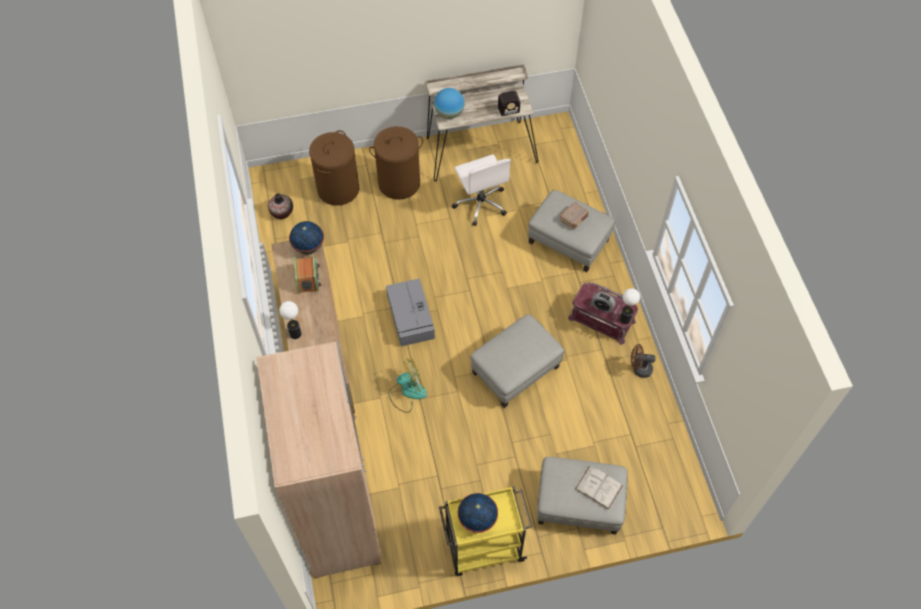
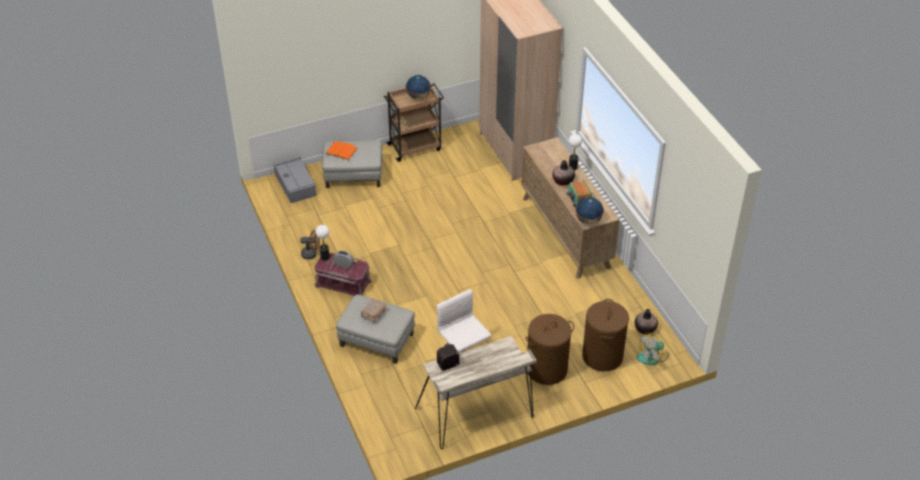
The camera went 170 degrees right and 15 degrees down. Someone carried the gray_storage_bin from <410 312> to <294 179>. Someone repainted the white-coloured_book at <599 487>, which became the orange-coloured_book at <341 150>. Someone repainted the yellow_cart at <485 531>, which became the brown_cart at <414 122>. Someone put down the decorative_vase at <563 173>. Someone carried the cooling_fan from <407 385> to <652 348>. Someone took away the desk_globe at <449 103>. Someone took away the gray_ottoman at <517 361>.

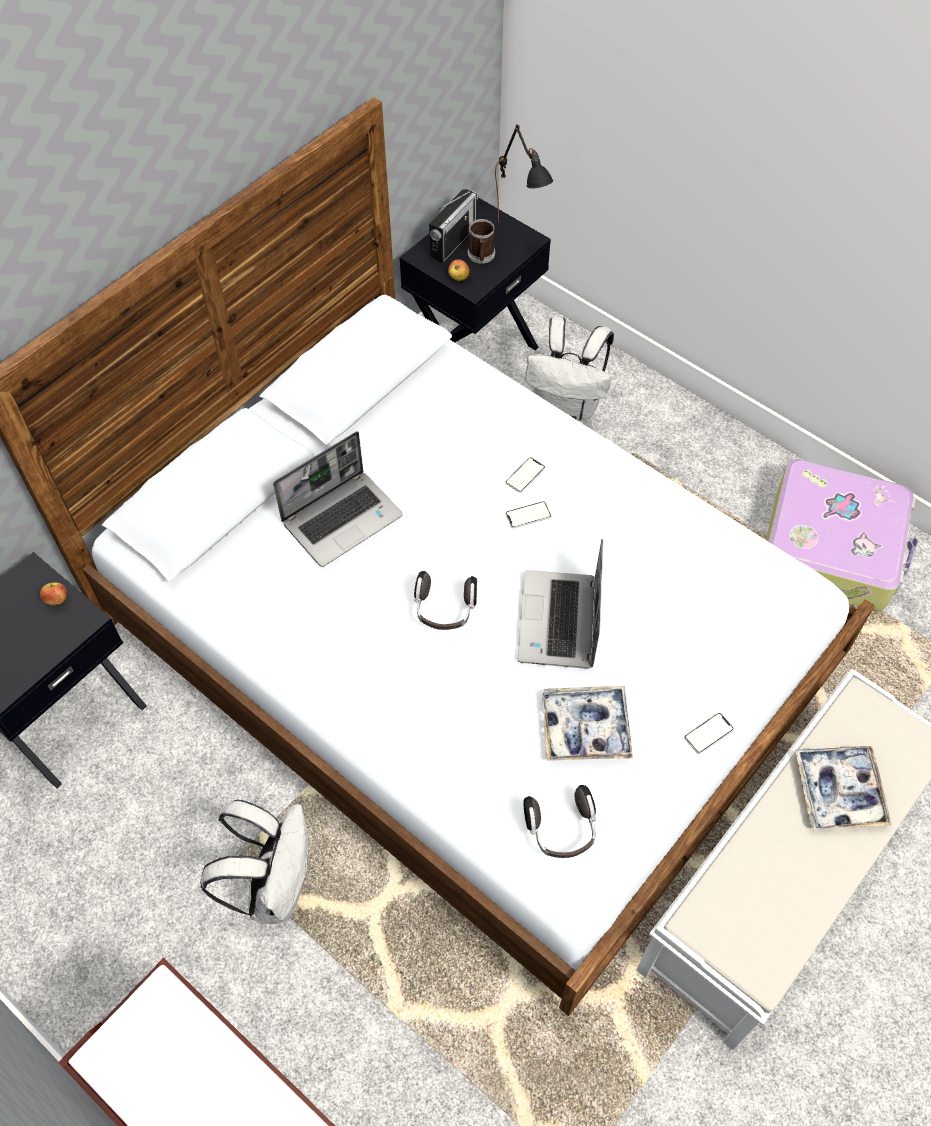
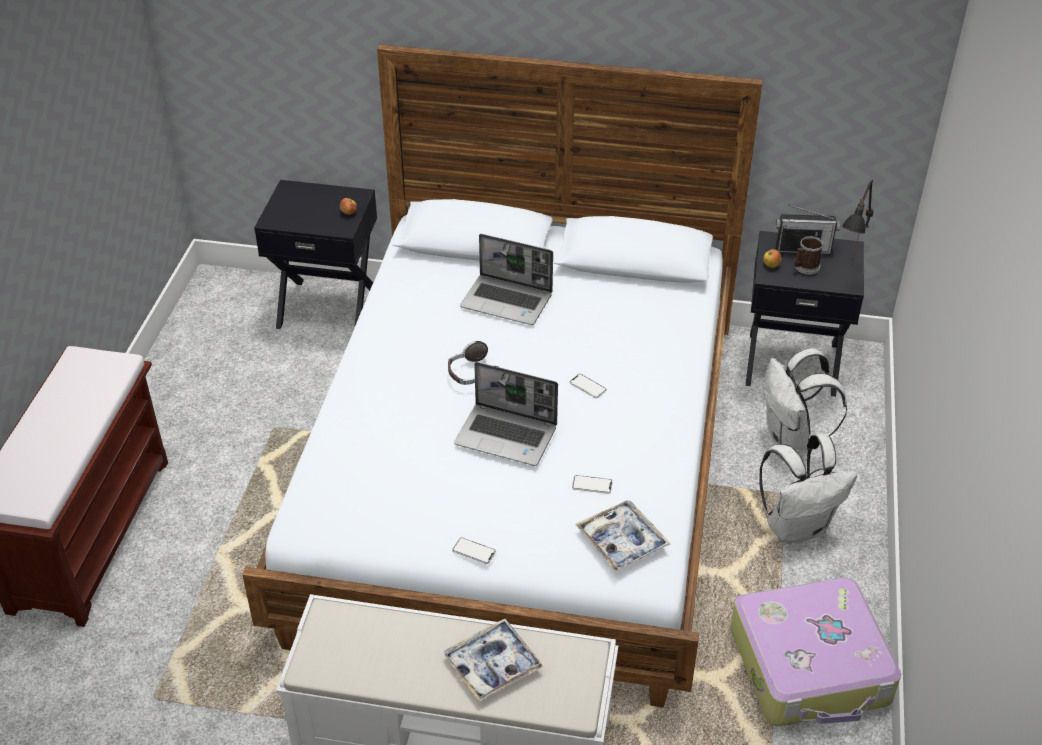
The camera went 60 degrees right and 15 degrees down. Someone rotated the laptop at <560 604> by 135 degrees counterclockwise. Someone carried the telephone from <525 474> to <592 484>. Someone carried the serving_tray from <587 723> to <622 536>. Someone carried the white-coloured_knapsack from <254 862> to <808 489>. Someone took away the pair_of_headphones at <559 821>.

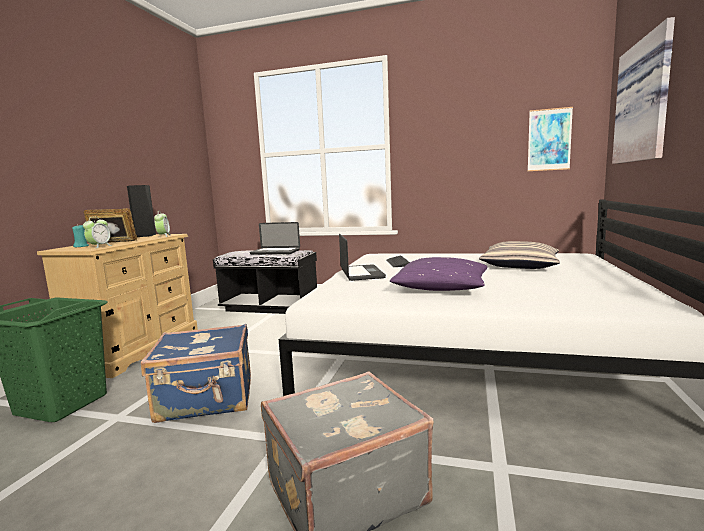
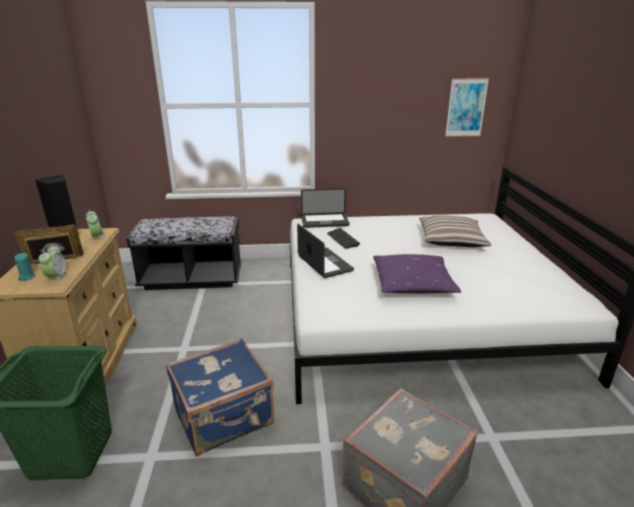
The camera went 20 degrees left and 15 degrees up. Someone carried the laptop from <275 238> to <325 208>. Someone took away the picture at <643 90>.

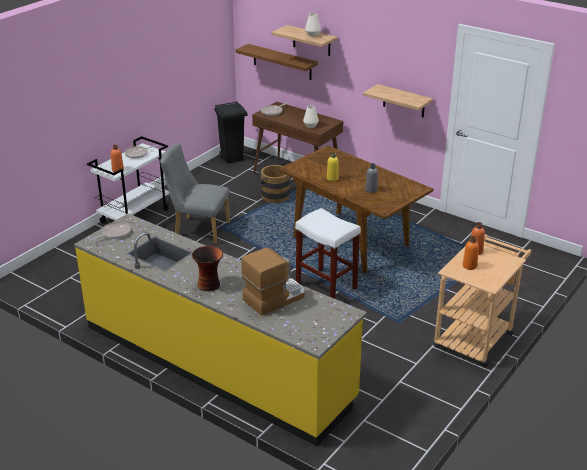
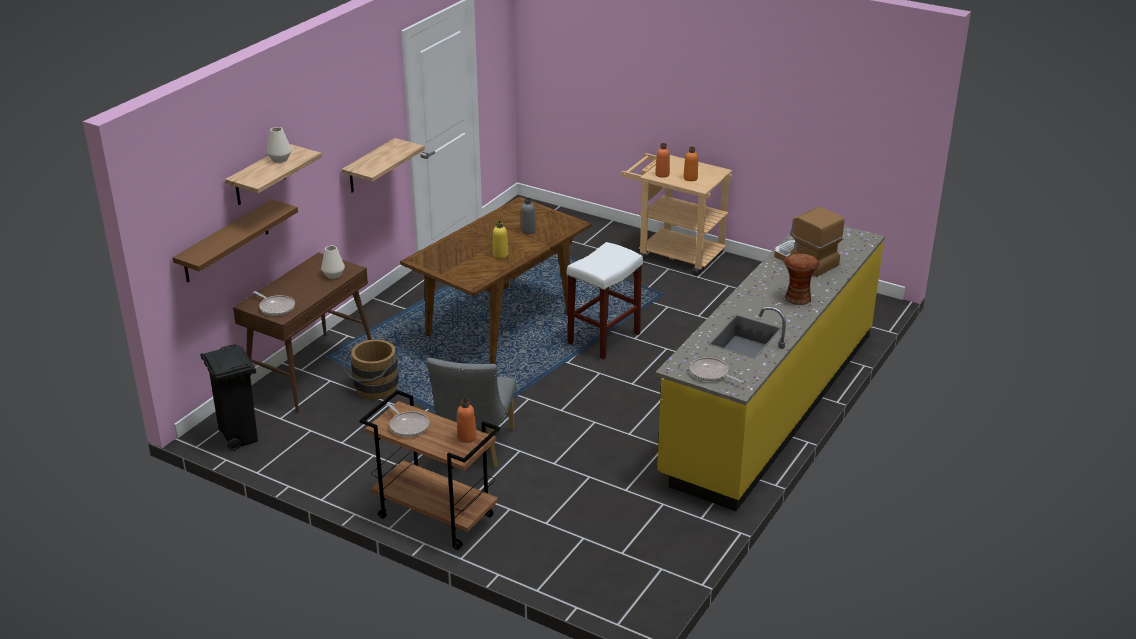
The camera went 95 degrees left and 0 degrees up. Someone repainted the white-coloured_cart at <128 179>, which became the brown_cart at <429 470>.

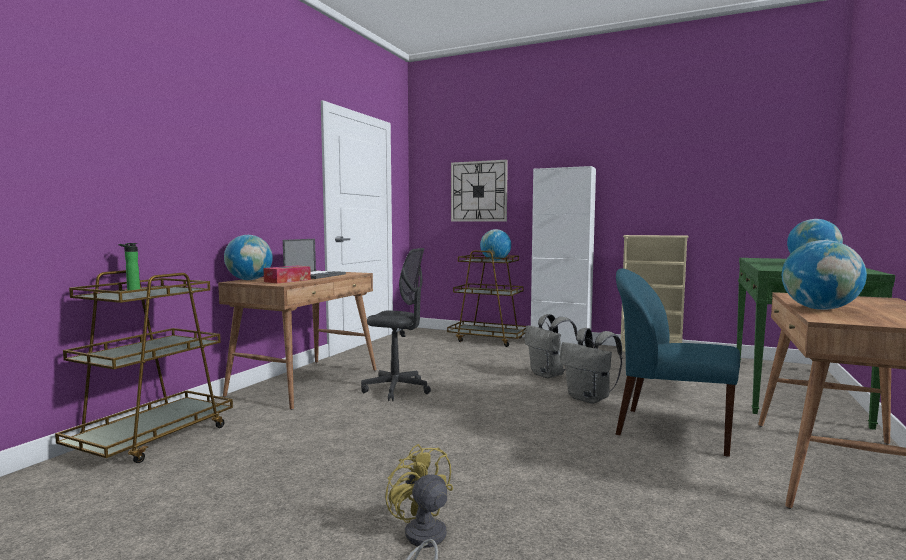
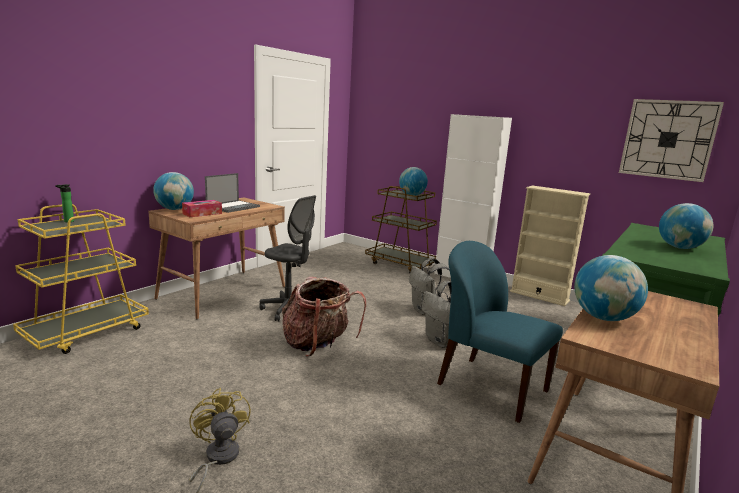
The camera went 10 degrees right and 10 degrees up. Someone repainted the brown_cart at <144 366>, which became the yellow_cart at <81 279>. Someone put down the knapsack at <324 317>. Someone carried the wall_clock from <479 191> to <671 140>.

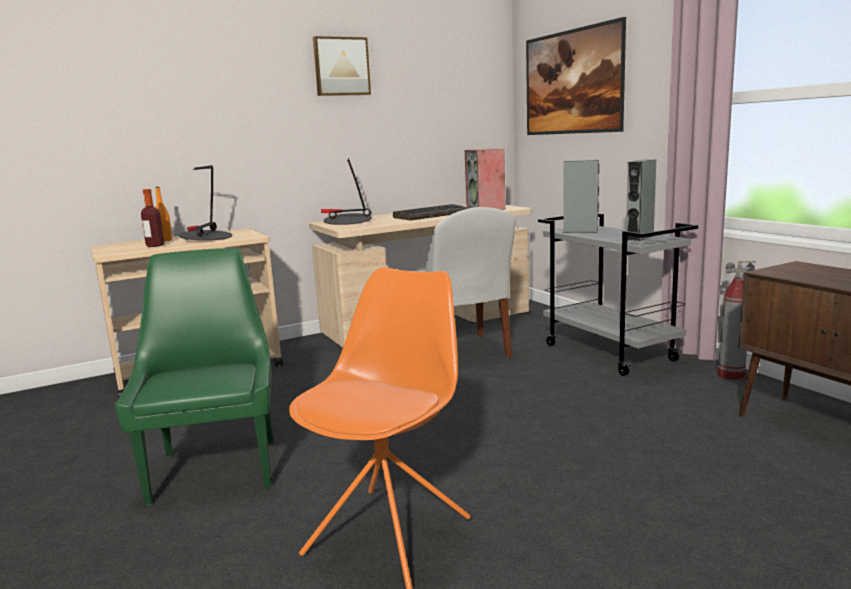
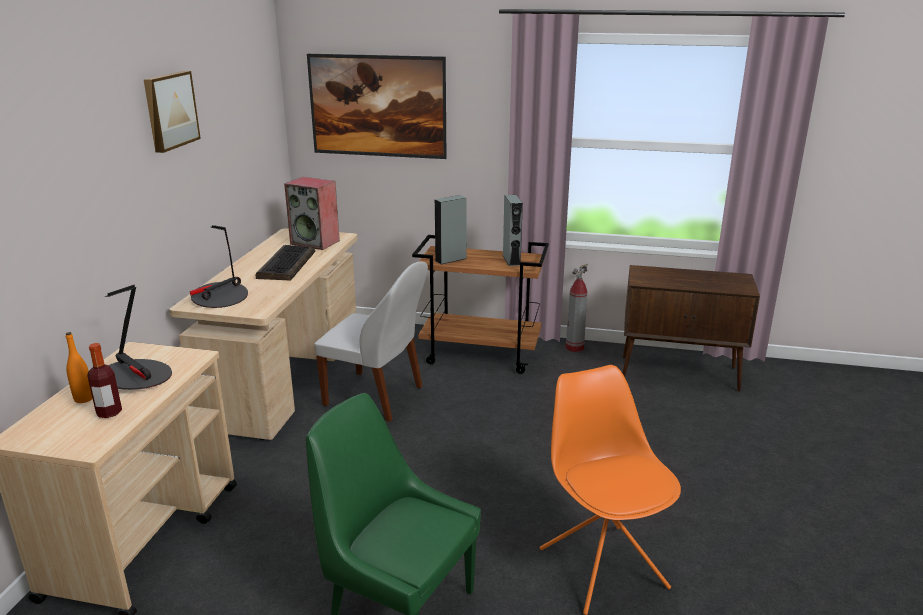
The camera went 50 degrees left and 10 degrees up. Someone repainted the gray_cart at <618 295>, which became the brown_cart at <480 304>.

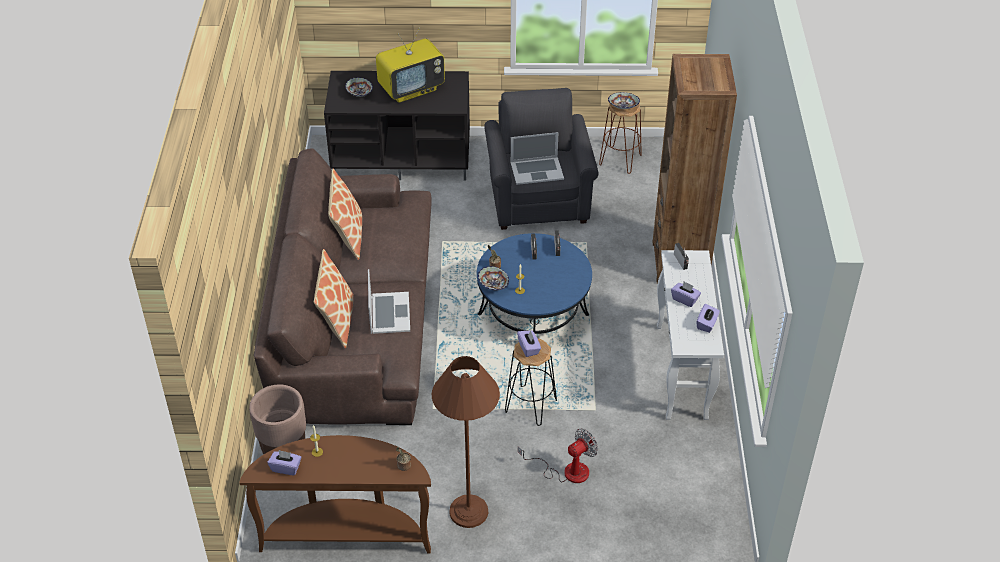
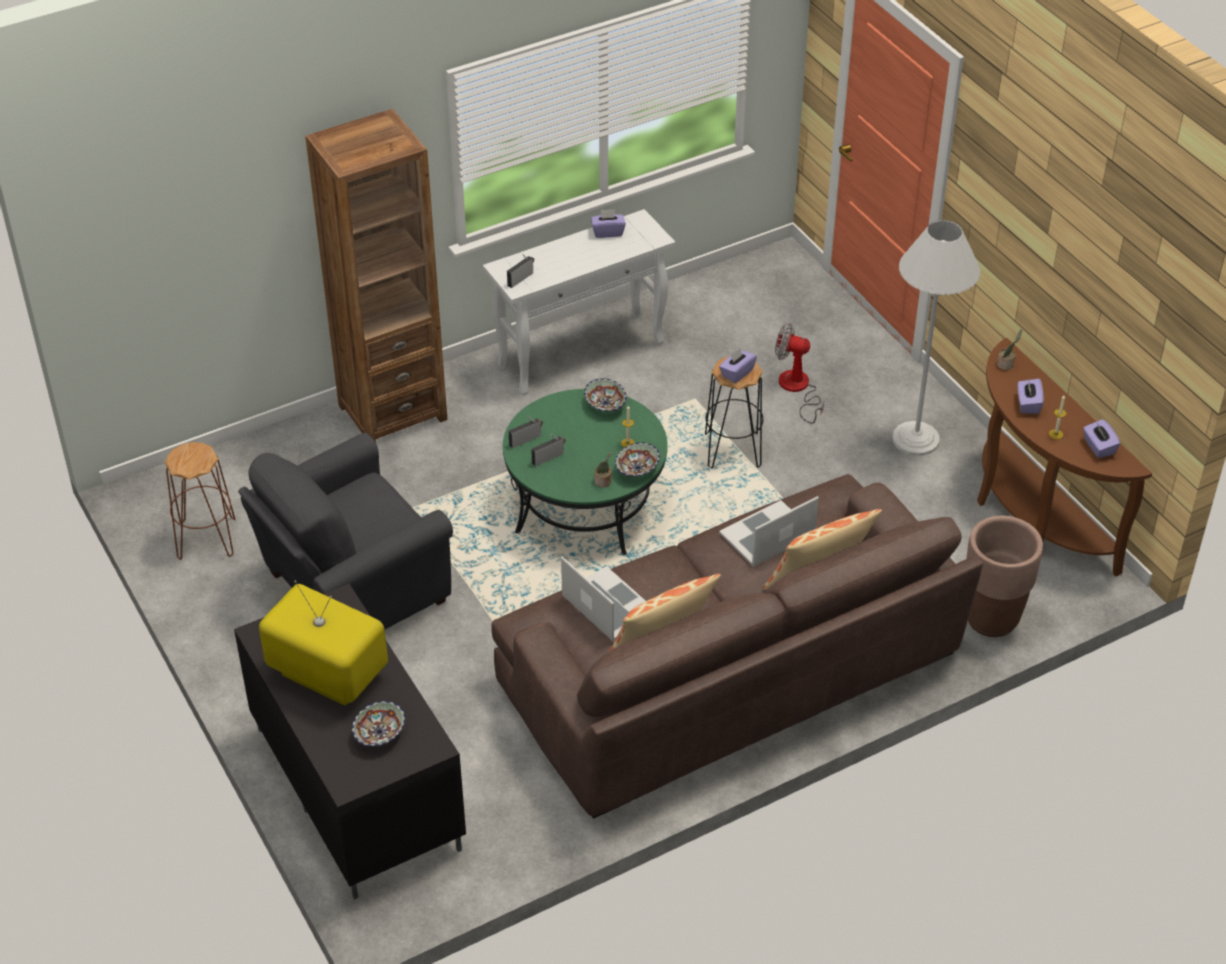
The camera went 120 degrees left and 0 degrees up. Someone repainted the bluish_lounge_table at <534 283>, which became the green_lounge_table at <585 472>. Someone carried the laptop from <537 158> to <603 599>. Someone carried the bowl from <624 100> to <605 395>. Someone repainted the brown_standing_lamp at <465 442>, which became the white-coloured_standing_lamp at <936 338>. Someone carried the purple-coloured_tissue_holder from <686 294> to <1031 396>.

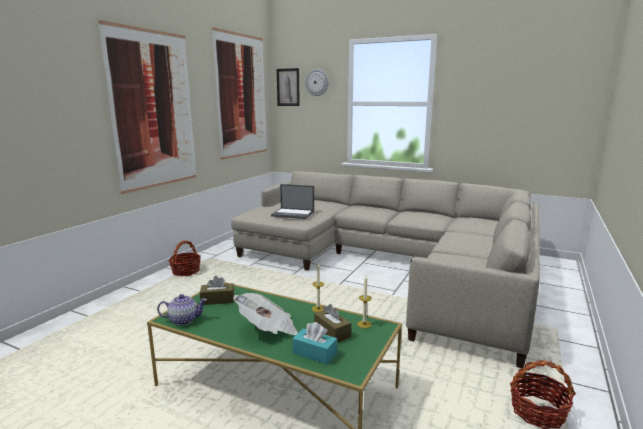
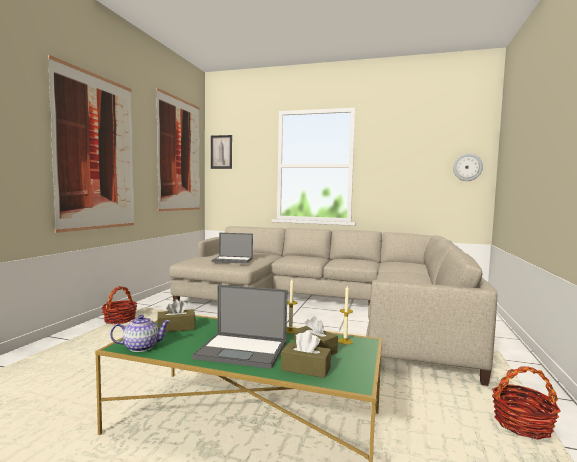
The camera went 10 degrees left and 10 degrees down. Someone swapped the printed_paper at <265 314> for the laptop at <239 327>. Someone repainted the turquoise-coloured_tissue_holder at <314 343>, which became the brown_tissue_holder at <306 354>. Someone carried the wall_clock from <317 82> to <468 167>.

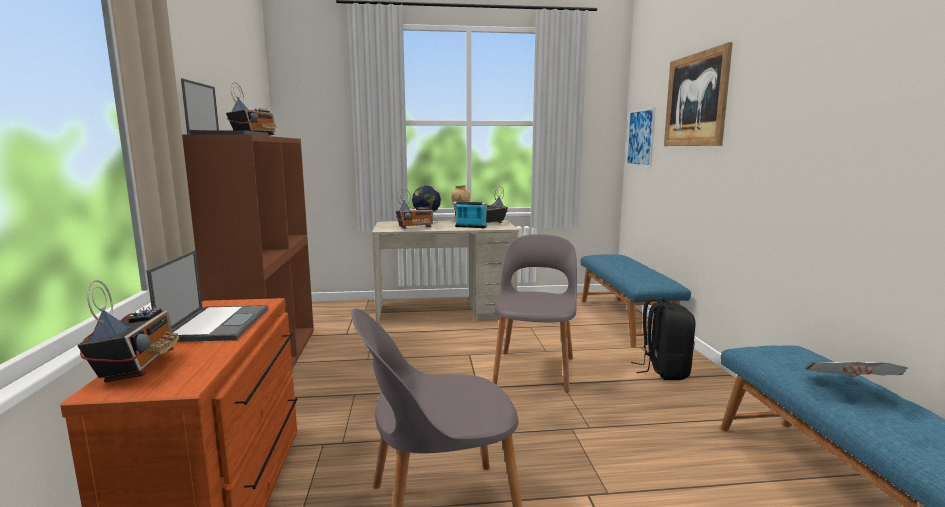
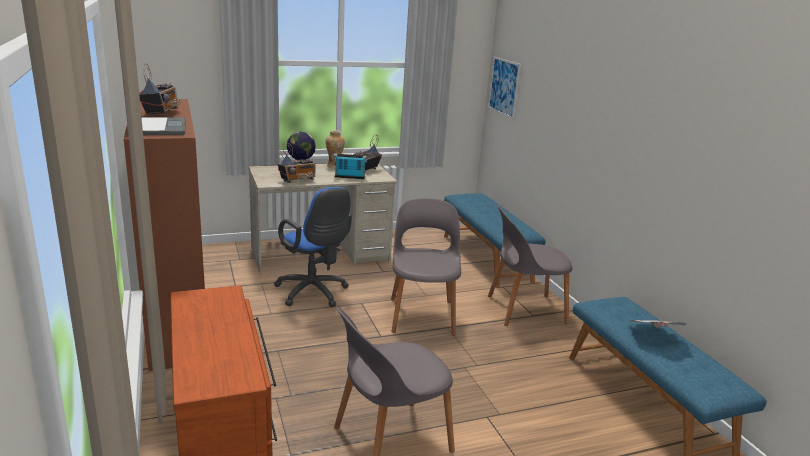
The camera went 15 degrees left and 10 degrees up. Someone put down the bluish_computer_chair at <313 247>. Someone swapped the black-coloured_knapsack at <663 339> for the gray_plain_chair at <530 265>. Someone took away the radio_set at <128 331>. Someone took away the laptop at <207 296>. Someone took away the picture at <698 94>.

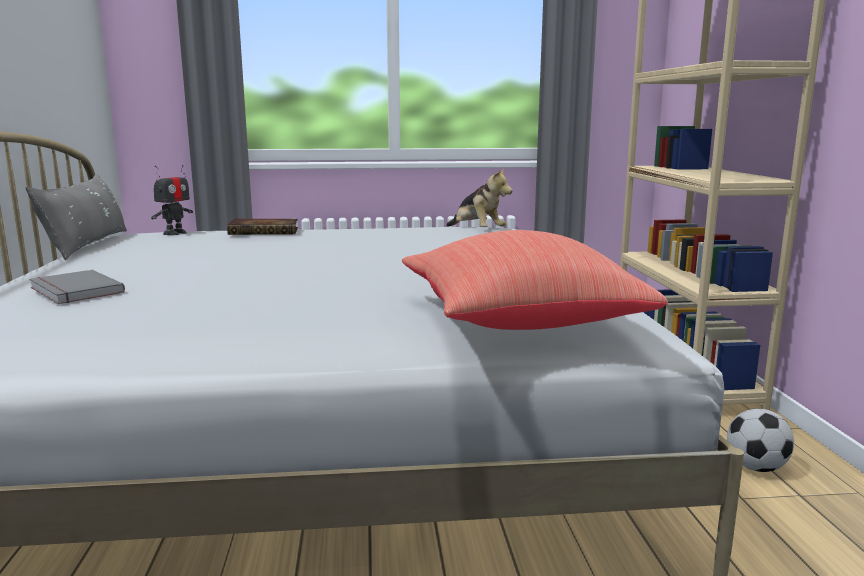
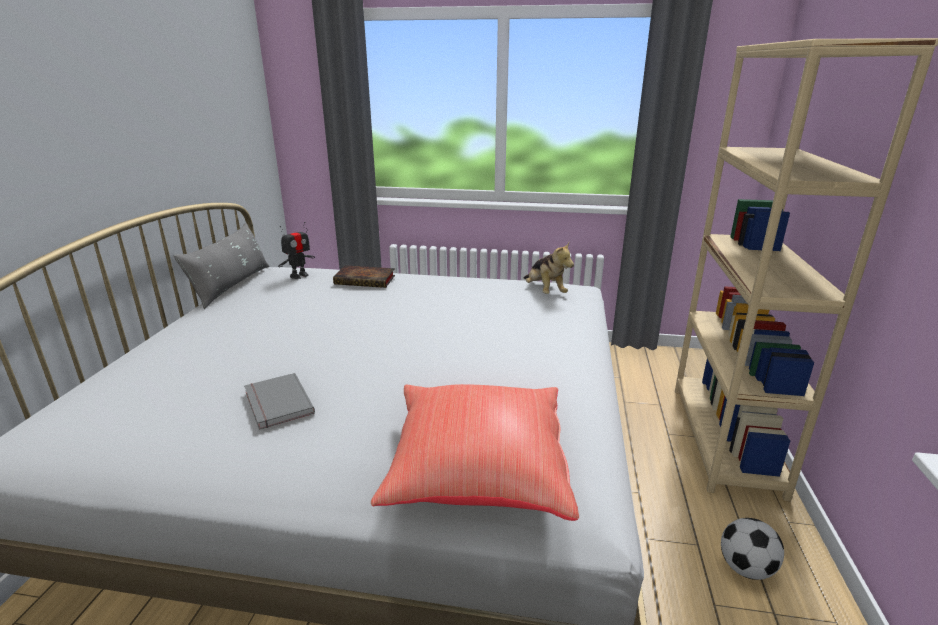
The camera went 15 degrees right and 10 degrees up. Someone carried the gray_book from <77 287> to <279 401>.

